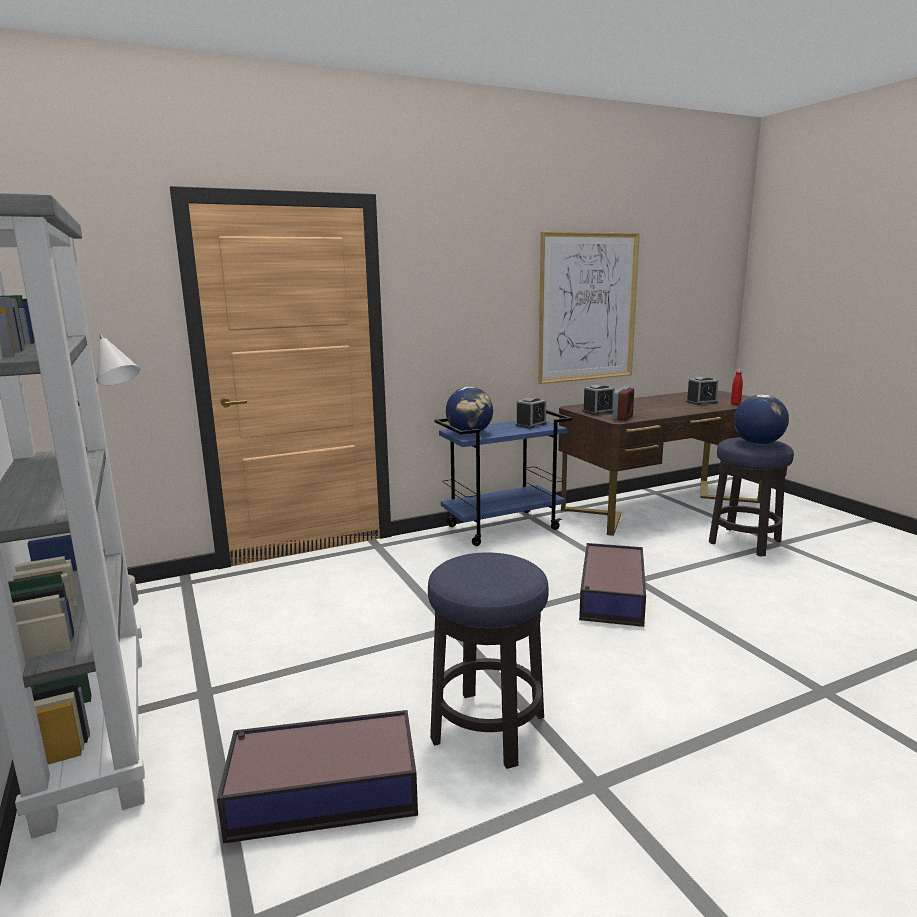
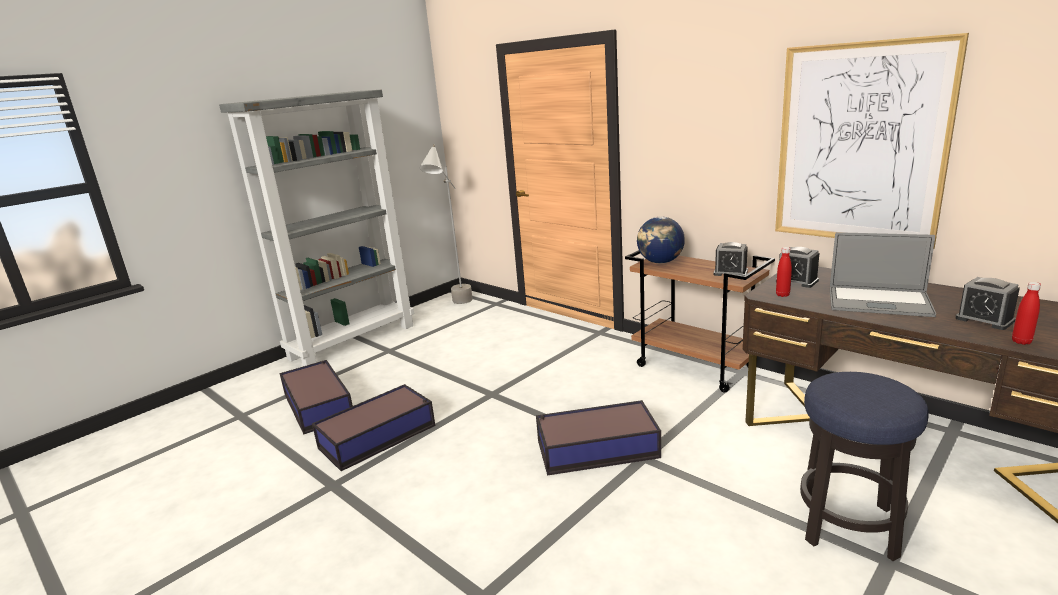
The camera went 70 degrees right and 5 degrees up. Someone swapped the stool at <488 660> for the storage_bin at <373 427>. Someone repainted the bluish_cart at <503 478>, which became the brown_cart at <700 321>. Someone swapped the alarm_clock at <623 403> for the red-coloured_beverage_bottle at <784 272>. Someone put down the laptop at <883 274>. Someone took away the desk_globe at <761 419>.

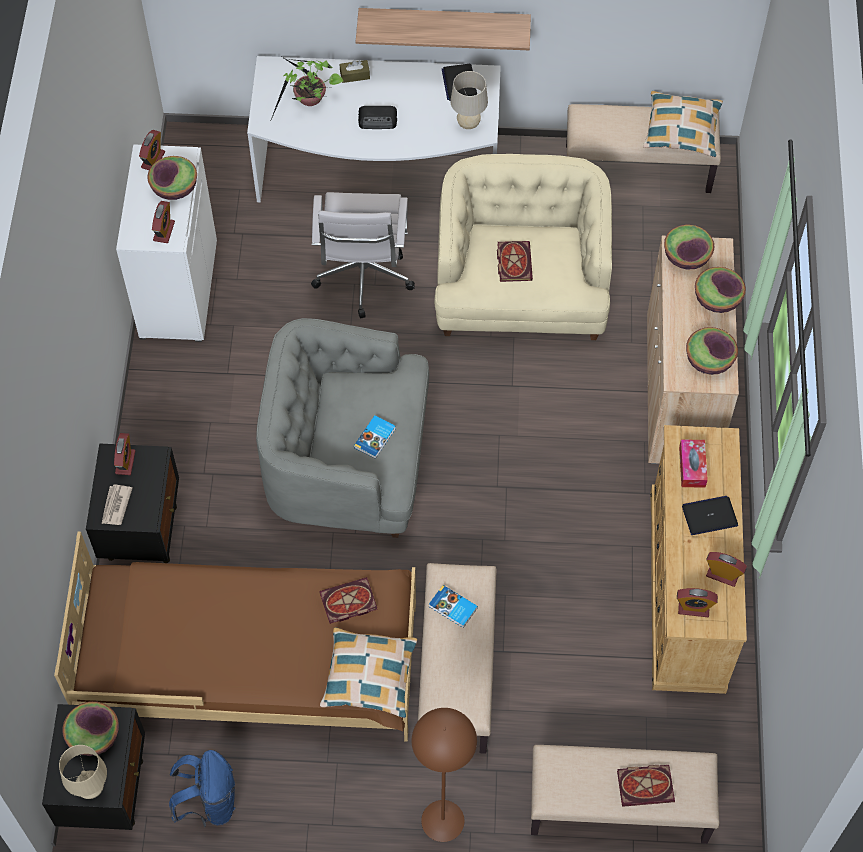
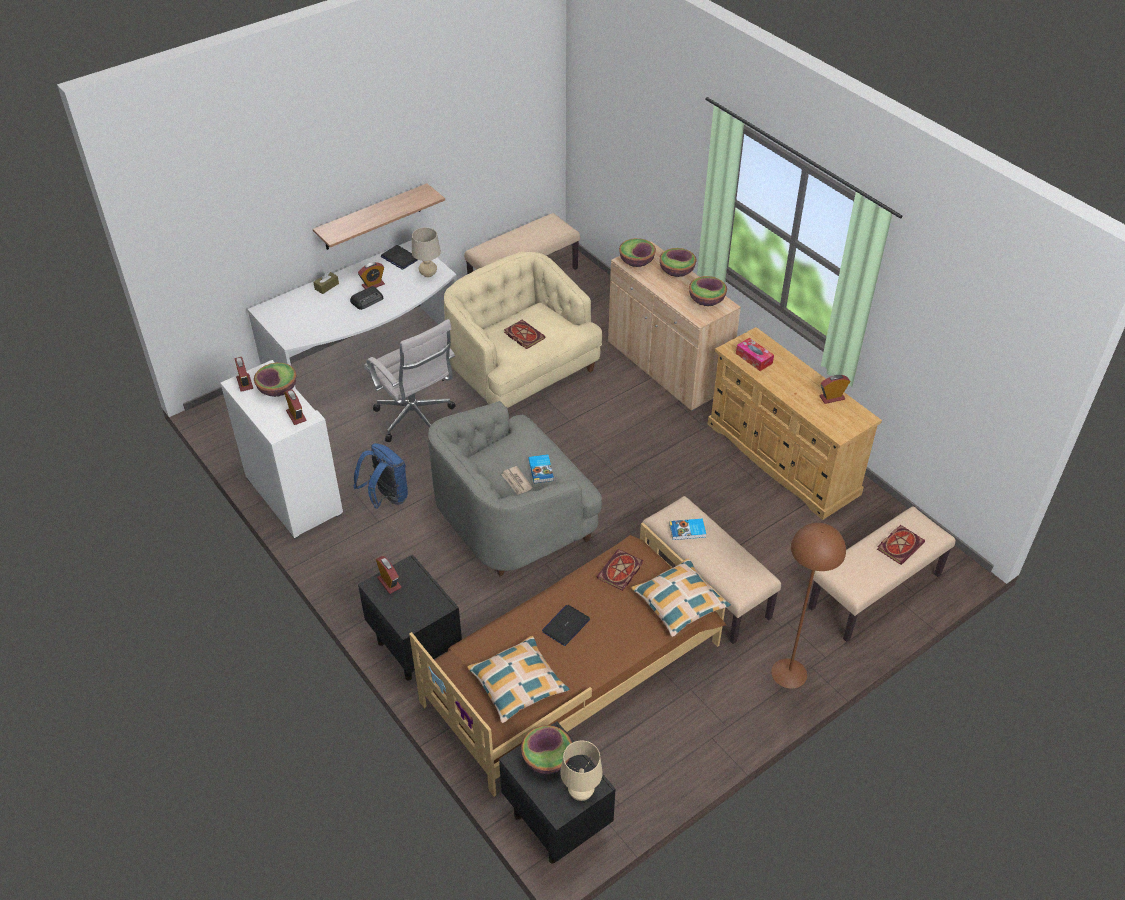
The camera went 40 degrees left and 15 degrees down. Someone carried the bluish_knapsack from <202 788> to <381 476>. Someone carried the alarm_clock from <697 602> to <371 275>. Someone carried the throw_pillow from <683 124> to <518 679>. Someone carried the printed_paper from <116 504> to <517 480>. Someone carried the laptop from <710 515> to <566 625>. Someone took away the plant_in_a_pot at <306 89>.

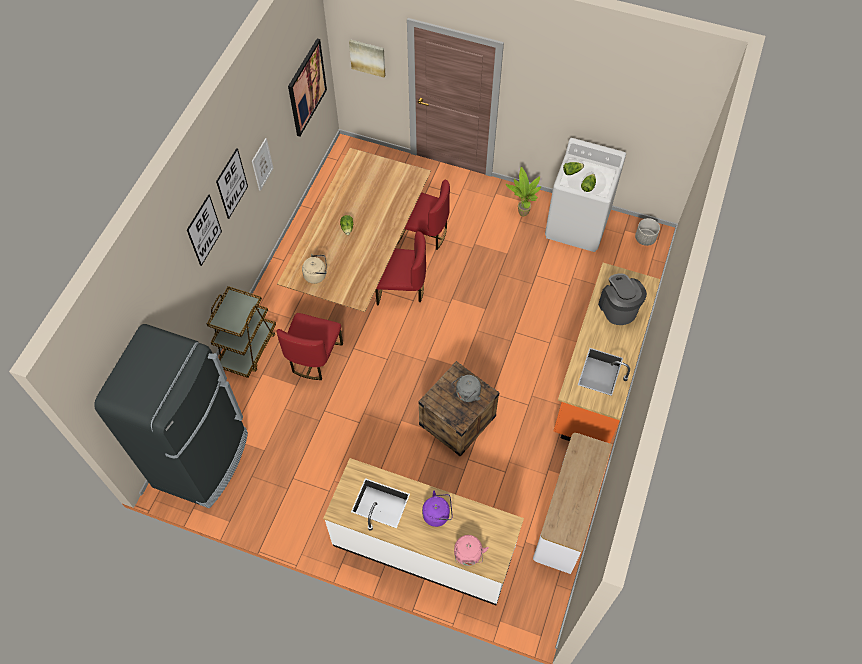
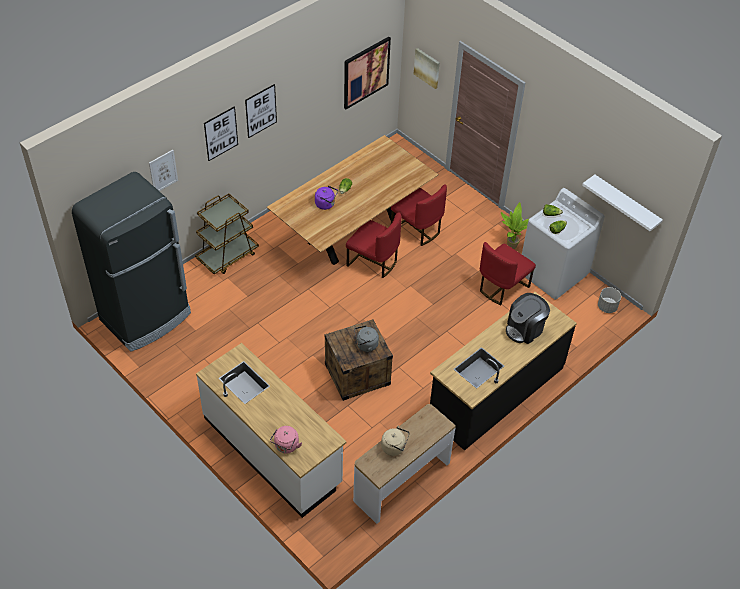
The camera went 25 degrees right and 10 degrees down. Someone carried the picture from <262 164> to <163 170>. Someone carried the purple-coloured_kettle from <437 509> to <326 198>. Someone carried the beige_kettle from <314 269> to <395 440>. Someone repainted the orange-coloured_kitchen_counter at <607 353>, which became the black-coloured_kitchen_counter at <503 371>. Someone carried the red-coloured_plain_chair from <310 346> to <508 273>. Someone rotated the coffee_machine at <622 299> by 135 degrees counterclockwise. Someone put up the white-coloured_wall_shelf at <622 203>.

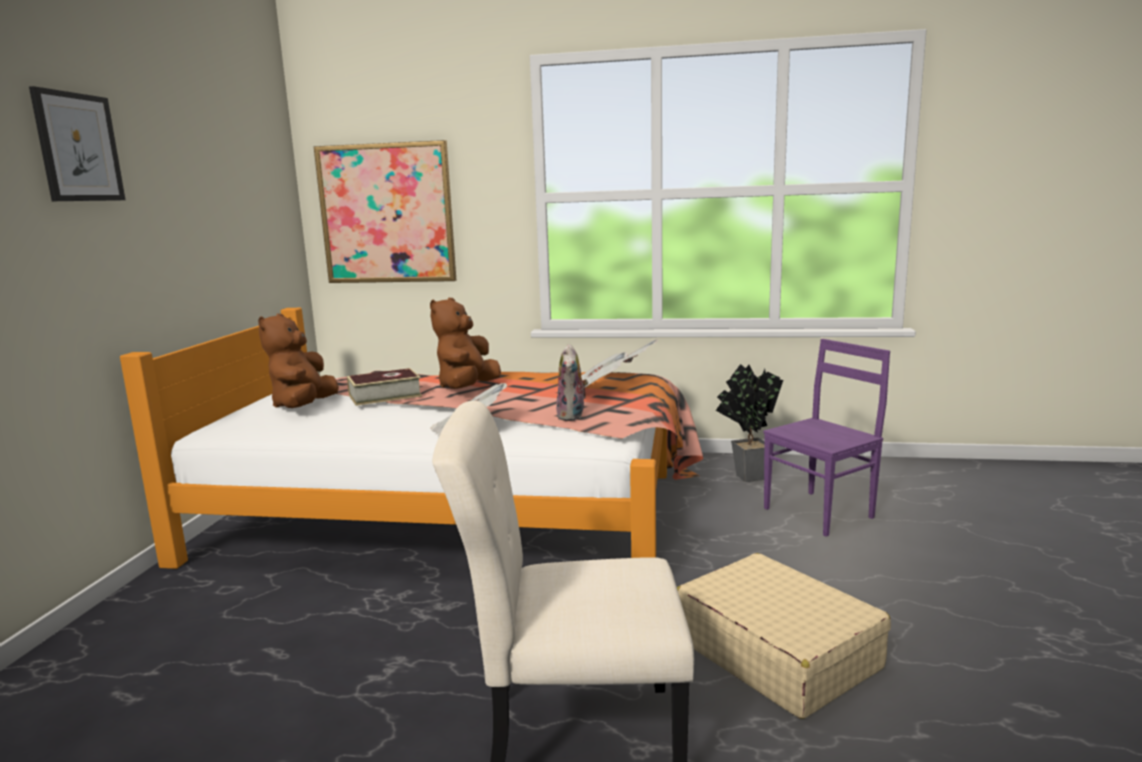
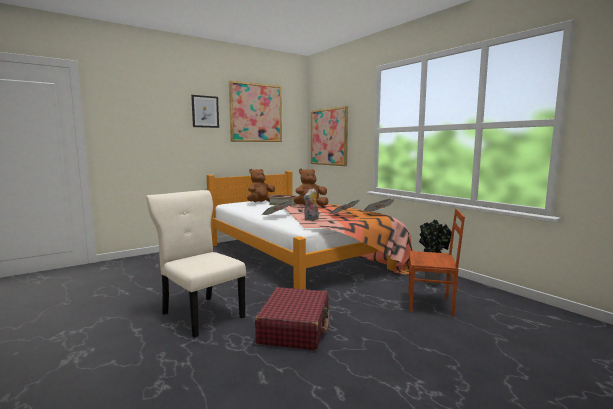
The camera went 45 degrees right and 5 degrees down. Someone put up the picture at <255 111>. Someone repainted the beige_piece_of_luggage at <784 636>, which became the red-coloured_piece_of_luggage at <292 318>. Someone repainted the purple-coloured_plain_chair at <826 438>, which became the brown_plain_chair at <436 262>.

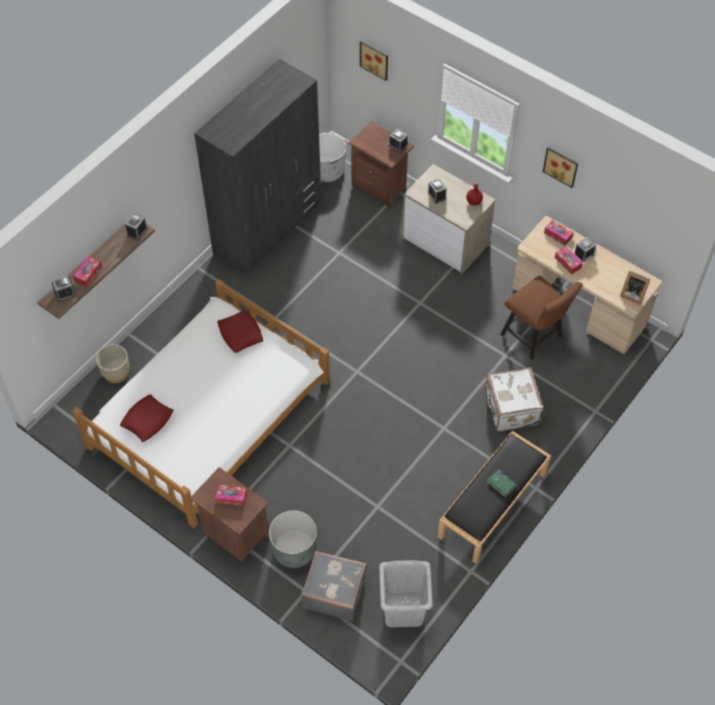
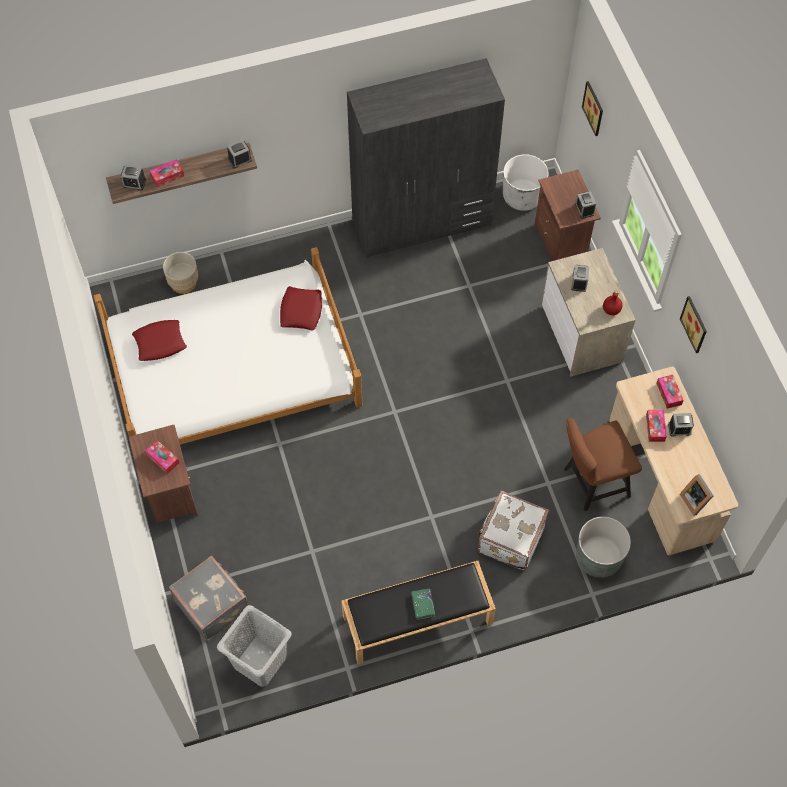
The camera went 35 degrees right and 5 degrees up. Someone rotated the brown_plain_chair at <541 318> by 75 degrees clockwise. Someone carried the gray_flower_pot from <293 539> to <603 547>.

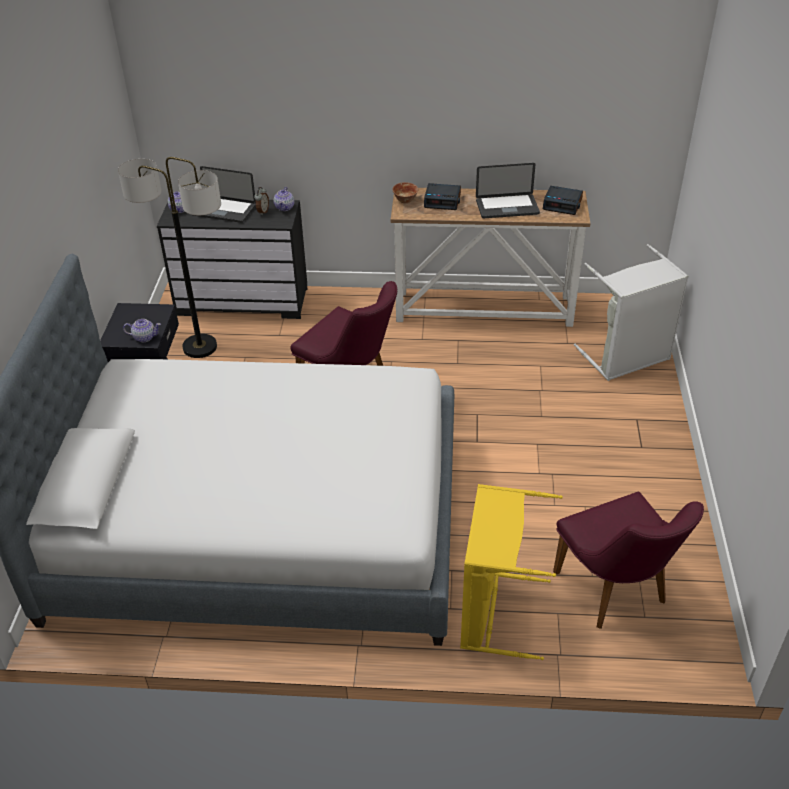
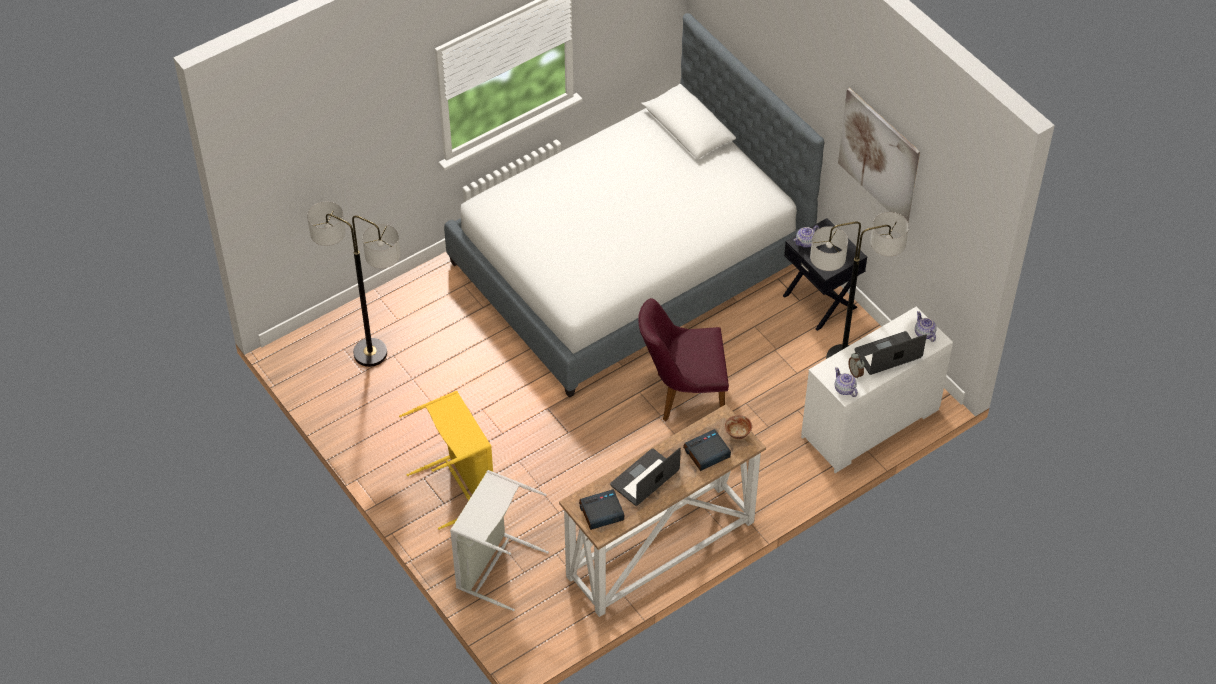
The camera went 140 degrees right and 10 degrees up. Someone swapped the purple-coloured_plain_chair at <628 560> for the standing_lamp at <354 284>. Someone carried the yellow_washing_basket from <511 572> to <446 460>. Someone repainted the black-coloured_drawer_chest at <232 259>, which became the white-coloured_drawer_chest at <877 390>. Someone put up the picture at <879 155>.

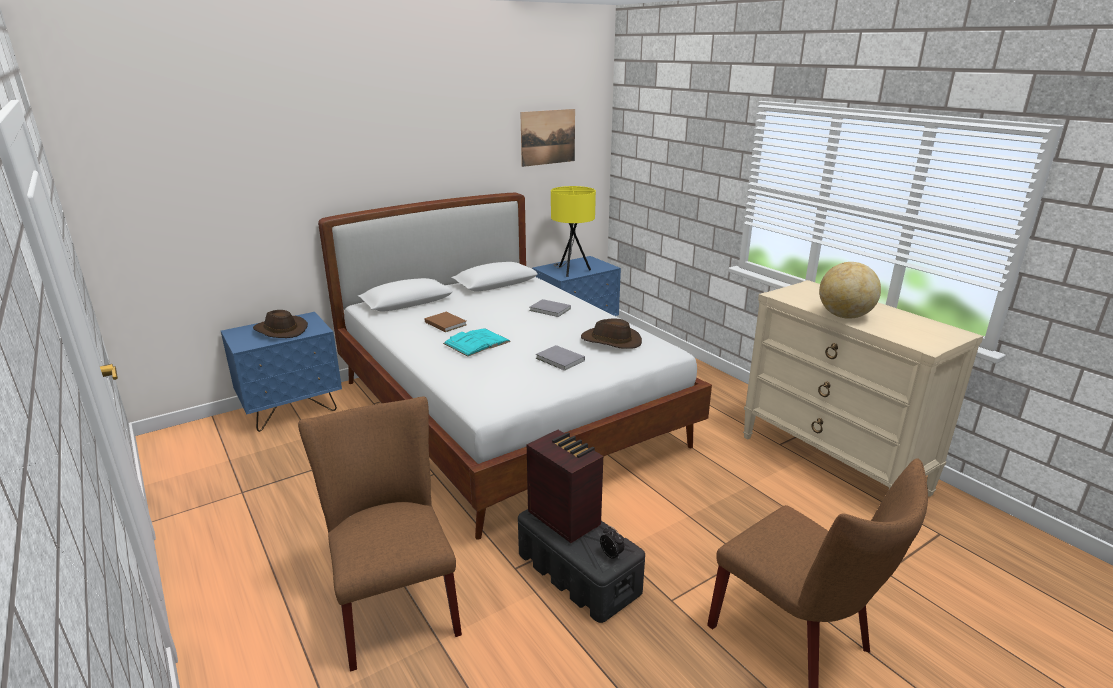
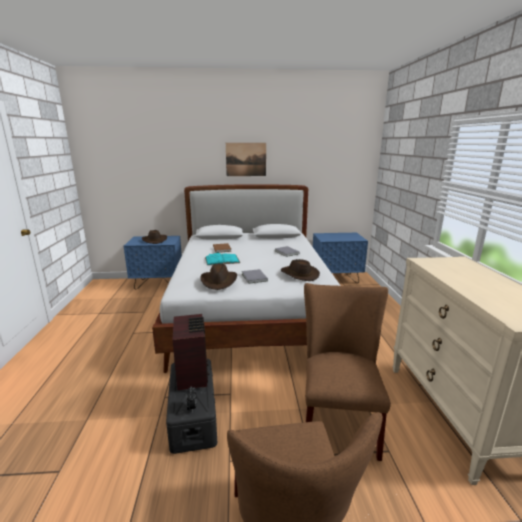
The camera went 30 degrees right and 5 degrees down. Someone put down the brown_hat at <218 276>. Someone carried the picture from <547 138> to <246 159>. Someone carried the brown_plain_chair from <380 534> to <347 372>. Someone took away the yellow_lamp_for_a_table at <573 231>. Someone took away the desk_globe at <850 290>.

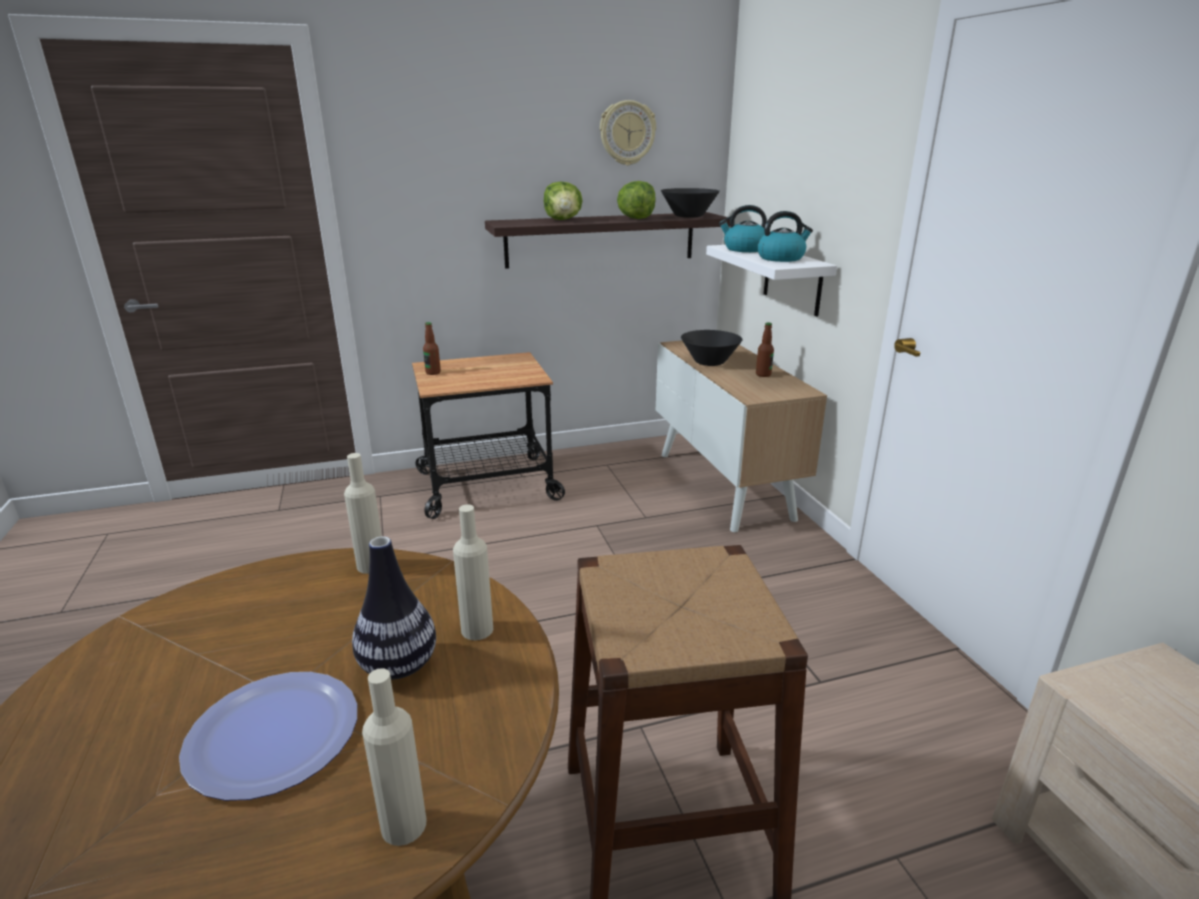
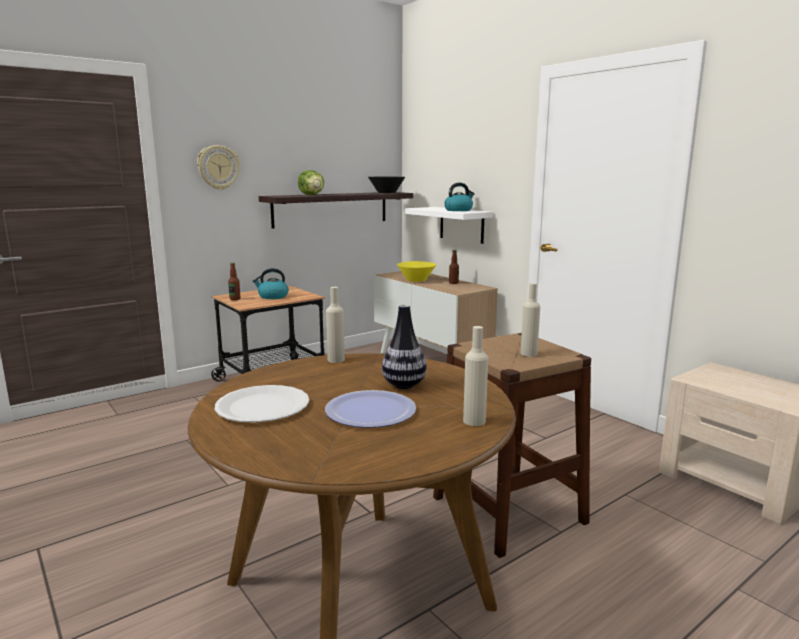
The camera went 20 degrees left and 10 degrees down. Someone carried the wall_clock from <628 133> to <218 167>. Someone put down the white-coloured_plate at <262 403>. Someone carried the kettle from <743 228> to <271 283>. Someone repainted the black-coloured_bowl at <711 348>, which became the yellow_bowl at <416 271>. Someone carried the beige_beverage_bottle from <473 572> to <530 320>. Someone took away the lettuce_head at <636 200>.

